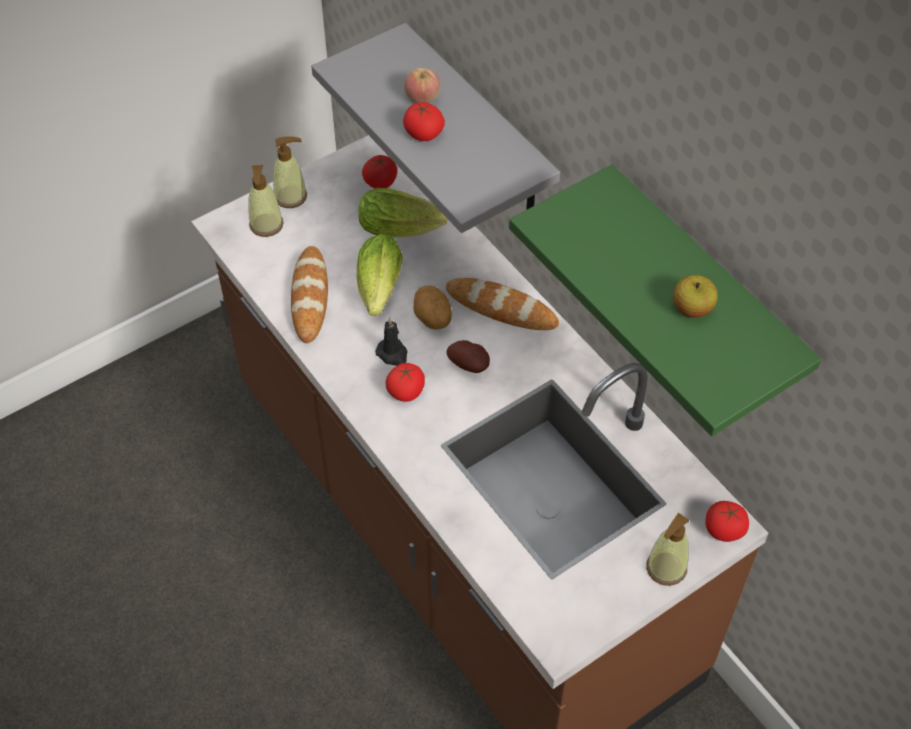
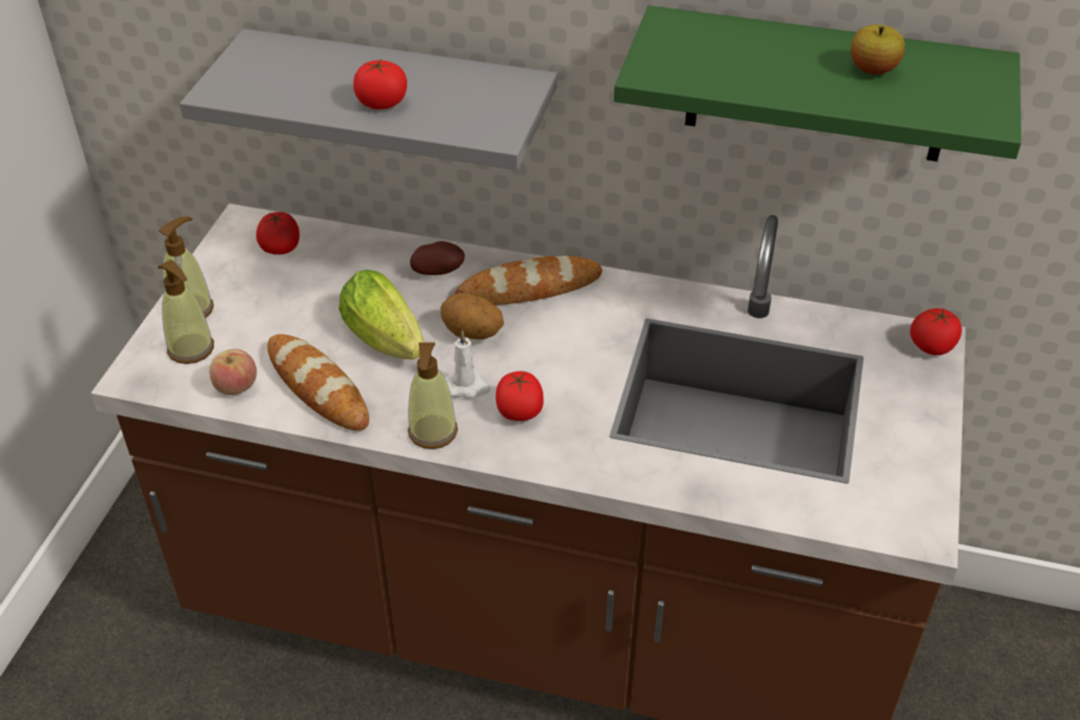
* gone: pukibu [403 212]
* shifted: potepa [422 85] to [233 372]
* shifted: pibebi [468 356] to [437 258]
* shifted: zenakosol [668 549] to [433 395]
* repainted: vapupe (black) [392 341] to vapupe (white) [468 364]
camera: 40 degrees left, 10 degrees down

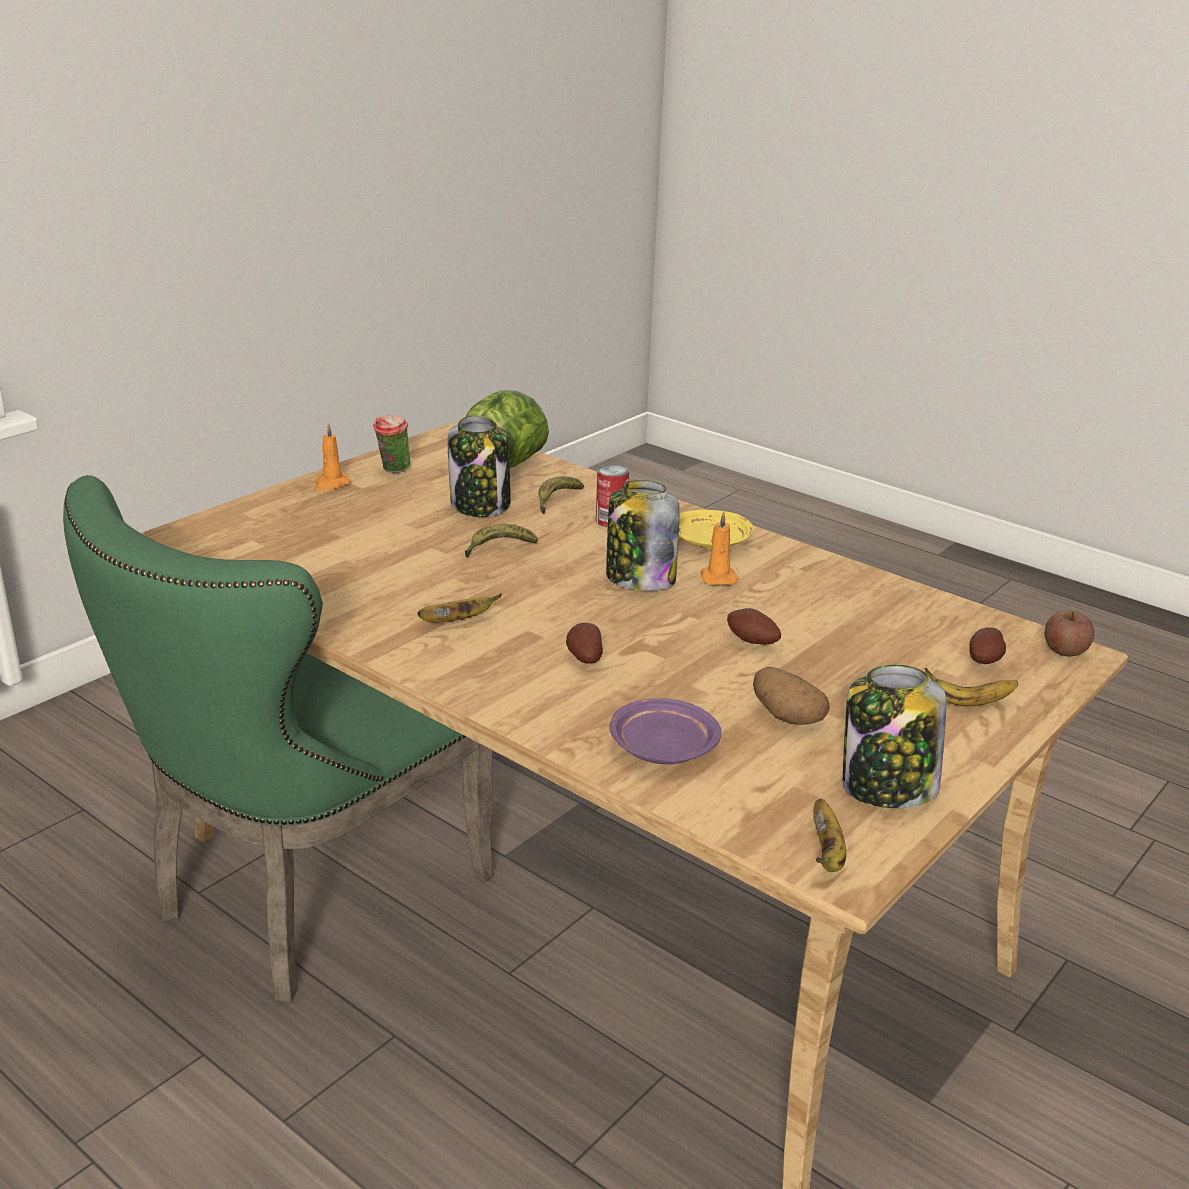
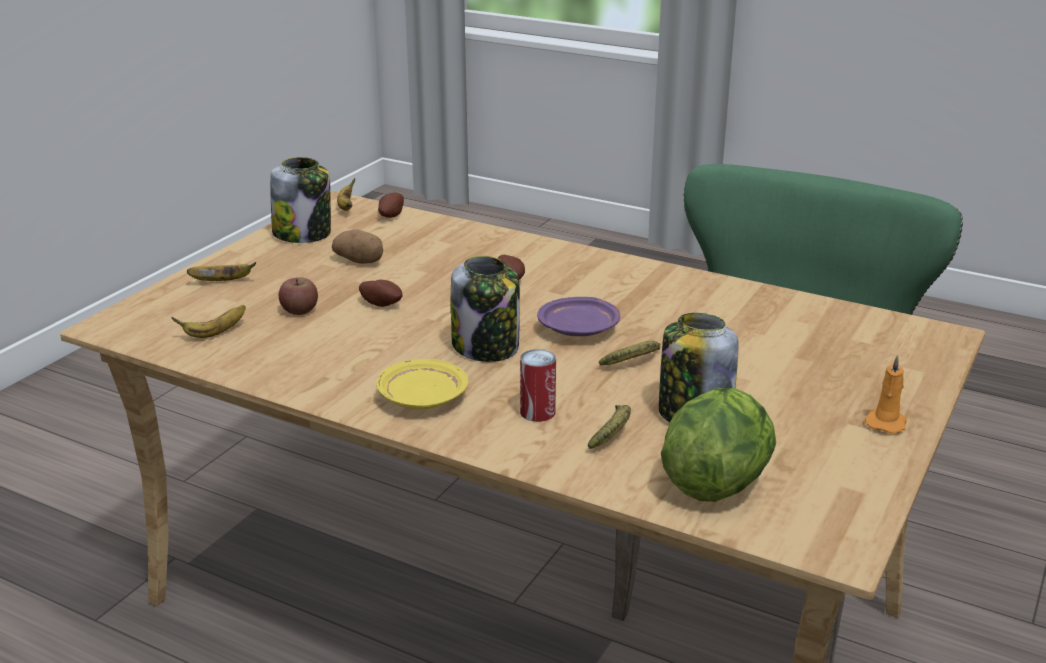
* gone: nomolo [392 444]
* gone: vapupe (orange) [719 548]
* shifted: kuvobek [459 608] to [208 321]
* shifted: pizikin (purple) [665 731] to [578 316]
* shifted: pibebi [987 645] to [391 205]
* shifted: potepa [1069 633] to [298 296]
camera: 170 degrees right, 0 degrees up

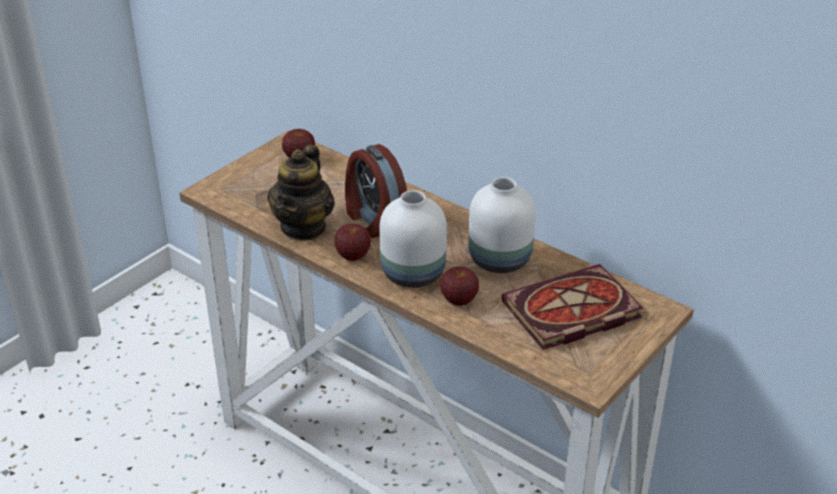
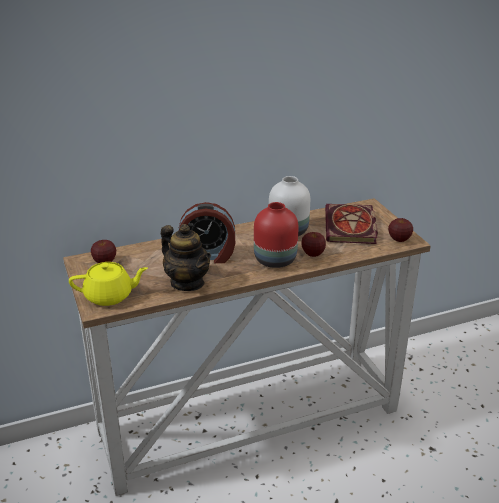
* new: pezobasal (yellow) [108 284]
* shifted: potepa [352 242] to [400 230]
* repainted: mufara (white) [413 239] to mufara (red) [276 235]
camera: 60 degrees left, 5 degrees down

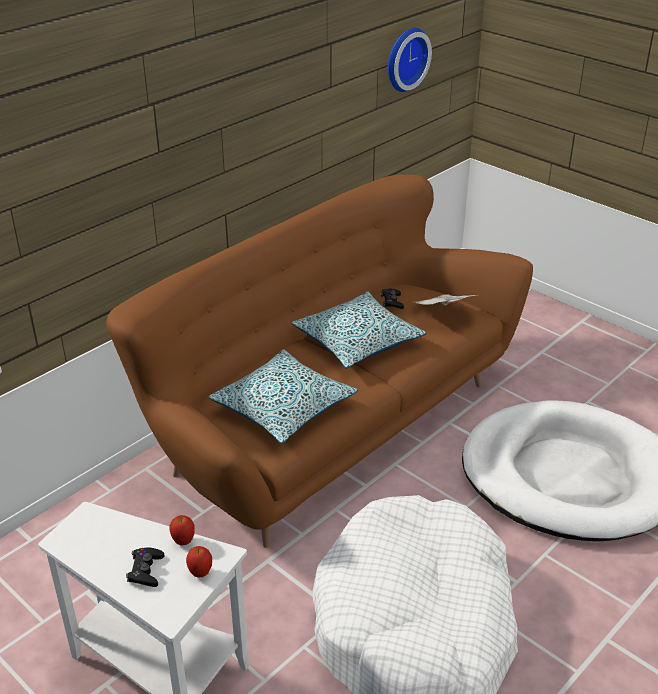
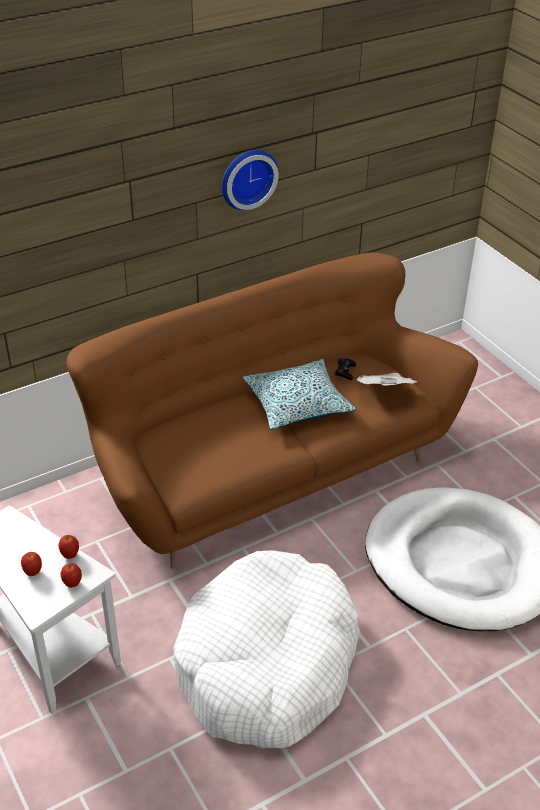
* gone: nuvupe [283 396]
* shifted: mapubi [410 60] to [250 180]
* swapped: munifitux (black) [145 567] to potepa [31 564]
camera: 15 degrees right, 5 degrees up

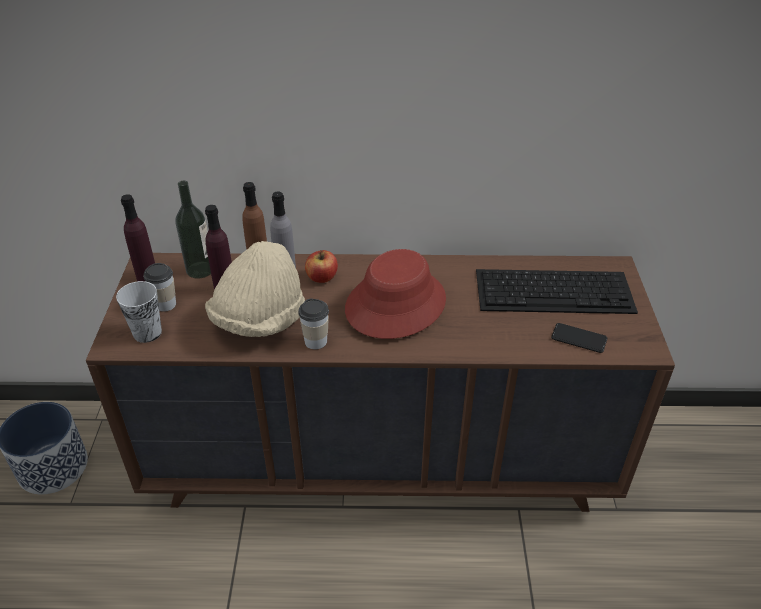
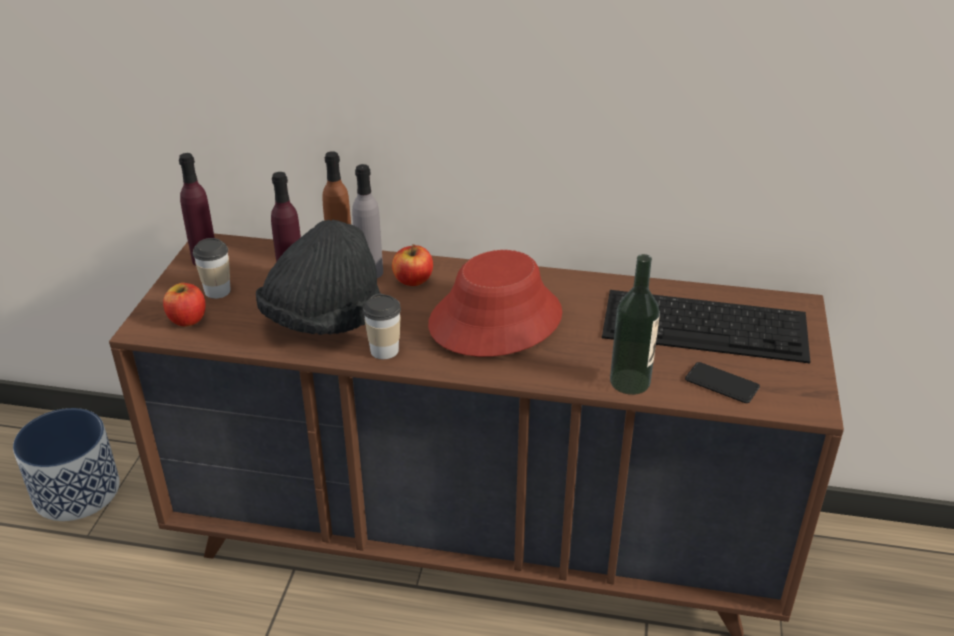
* shifted: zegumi [193 230] to [635 324]
* swapped: nomolo [139 312] to potepa [184 304]
* repainted: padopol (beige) [255 289] to padopol (black) [318 277]
camera: 10 degrees right, 5 degrees down

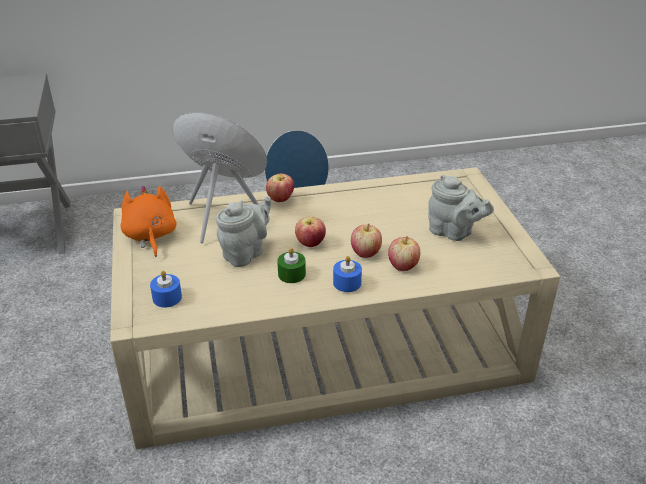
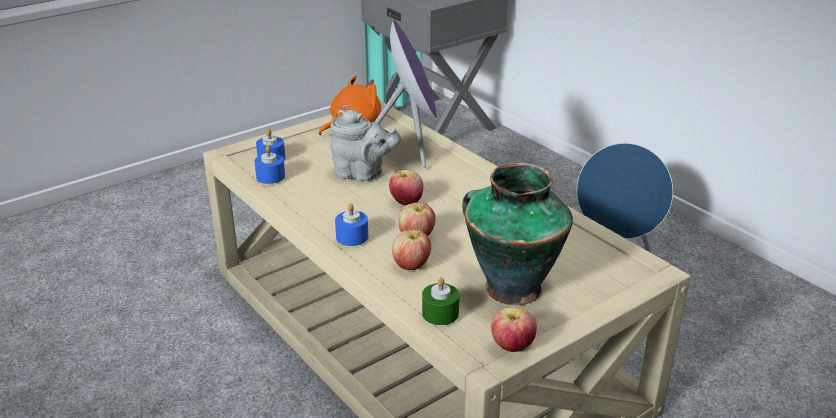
* new: vapupe (blue) [269 165]
* shifted: potepa [280 188] to [514 329]
* shifted: vapupe (green) [291 265] to [440 301]
* swapped: pezobasal (grey) [461 208] to mufara [517 234]
camera: 65 degrees right, 5 degrees down

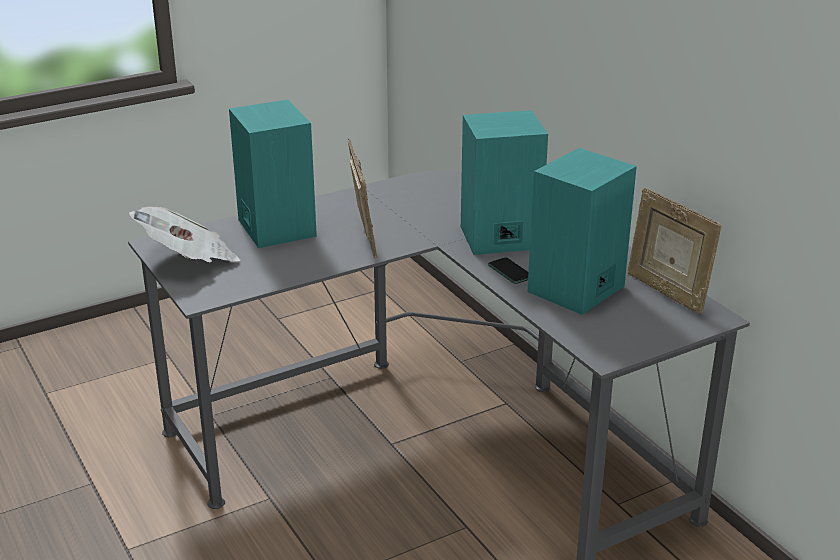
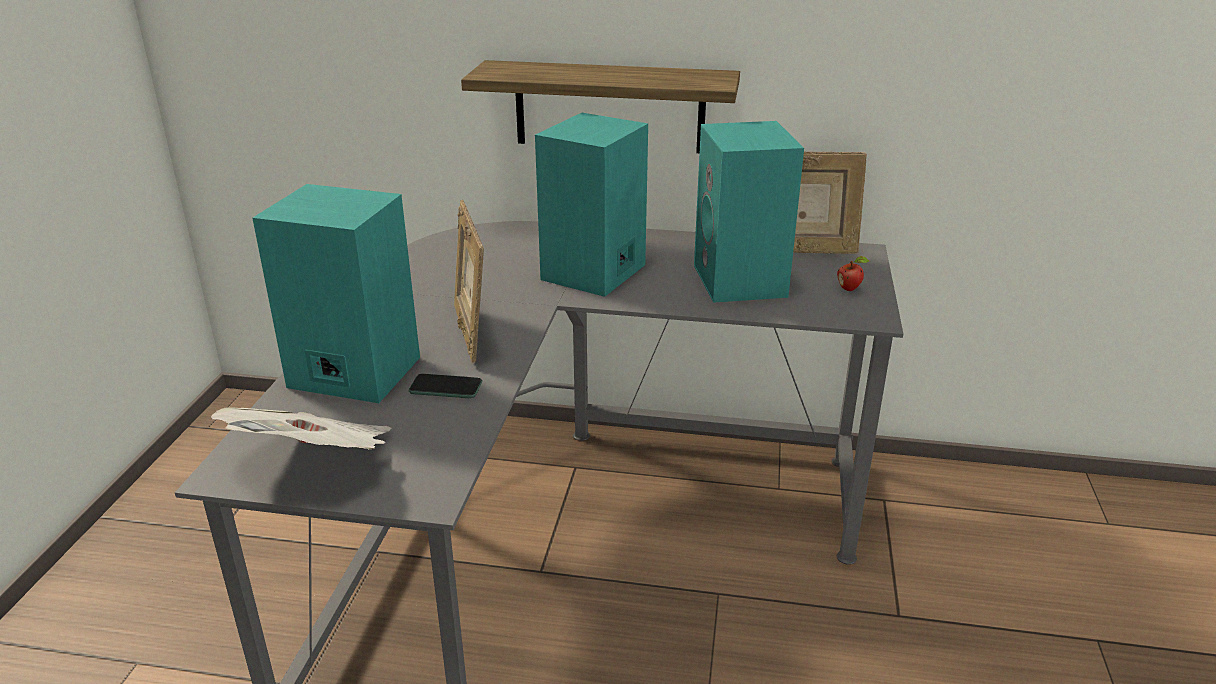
* new: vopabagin [600 106]
* new: potepa [853 273]
* shifted: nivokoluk [508 270] to [445 386]
* rotated: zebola [362 198] = [469 281] 135 degrees counterclockwise
camera: 50 degrees left, 0 degrees up

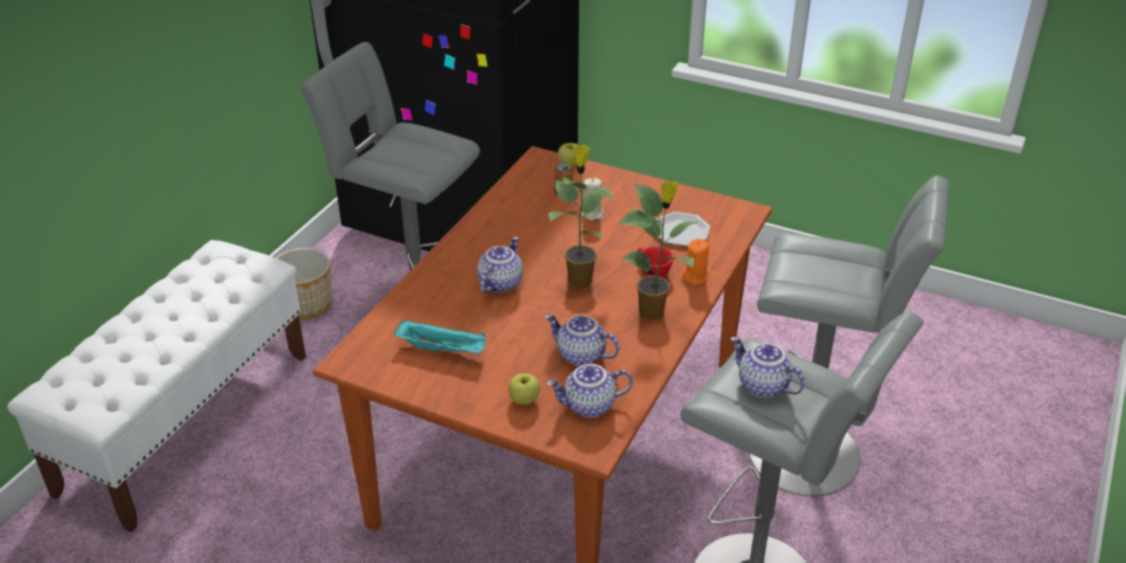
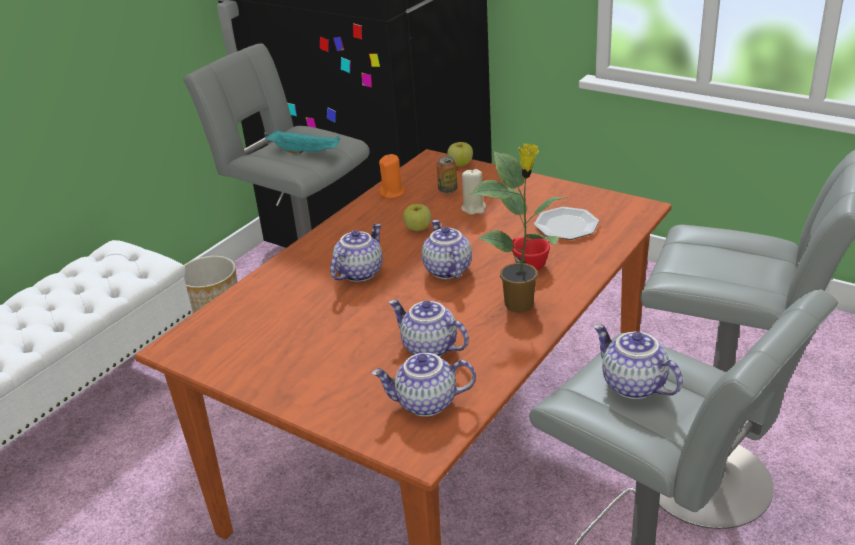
* shifted: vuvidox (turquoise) [440 336] to [302 142]
* shifted: potepa [524 389] to [417 217]
* shifted: vapupe (orange) [695 262] to [392 176]
* swapped: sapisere [581 216] to pezobasal [447 249]
camera: 10 degrees right, 5 degrees down

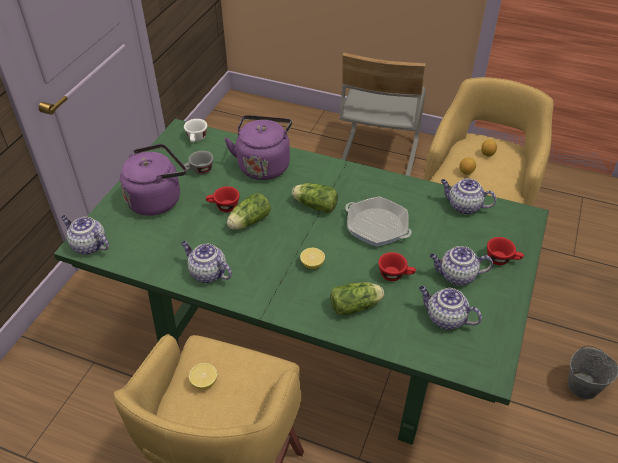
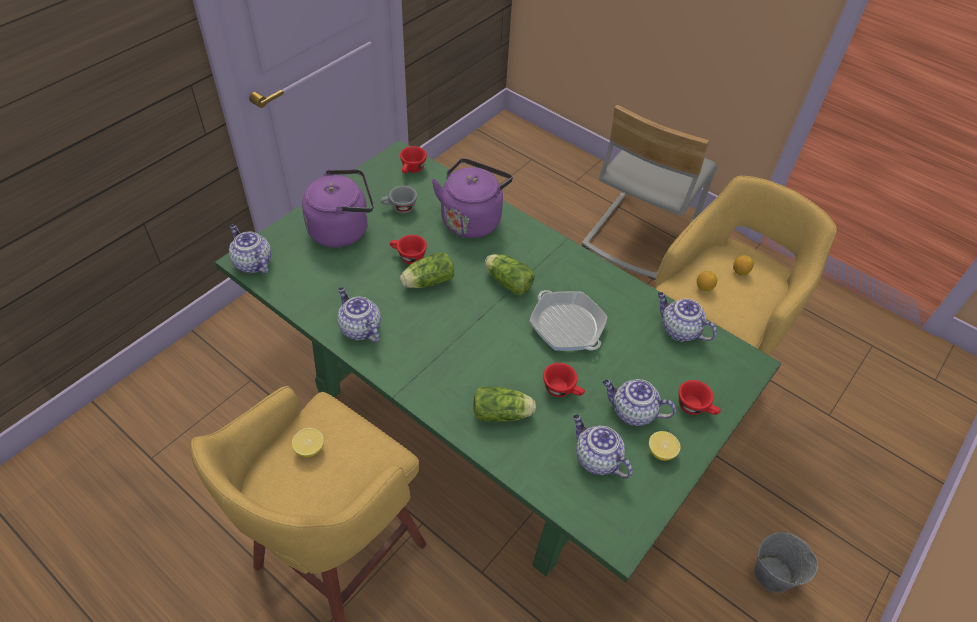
* shifted: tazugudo [312 258] to [665 446]
* repainted: nomolo (white) [195 131] to nomolo (red) [413 160]
camera: 15 degrees right, 5 degrees up

